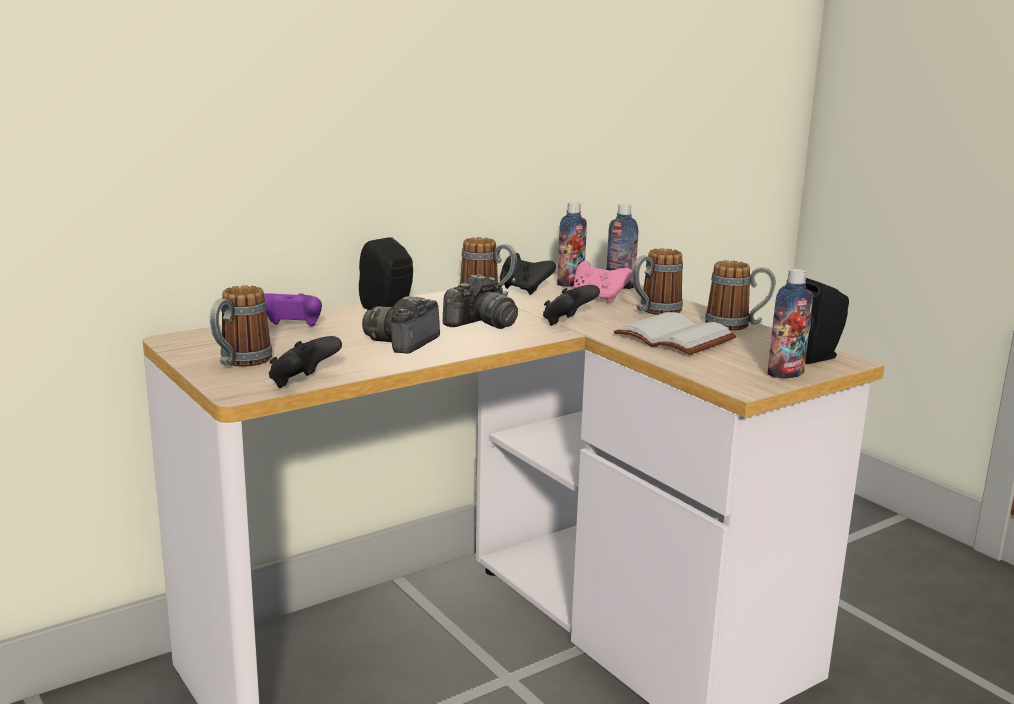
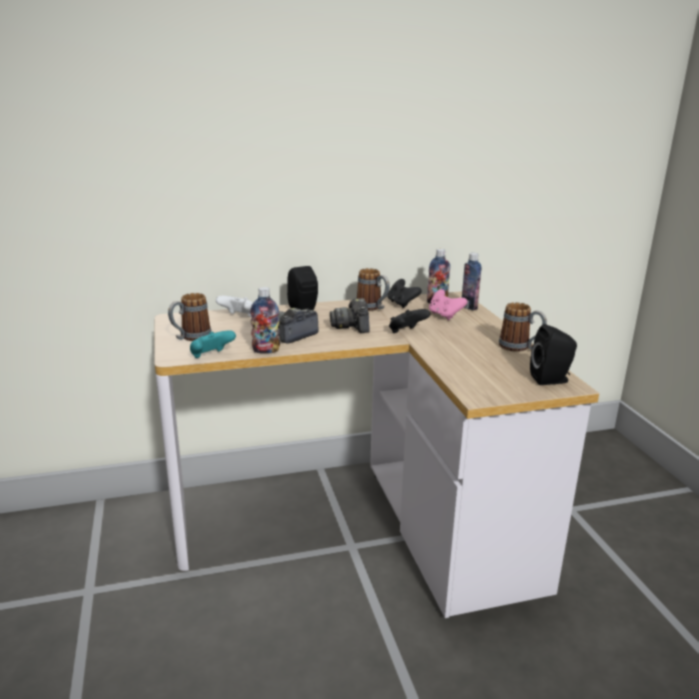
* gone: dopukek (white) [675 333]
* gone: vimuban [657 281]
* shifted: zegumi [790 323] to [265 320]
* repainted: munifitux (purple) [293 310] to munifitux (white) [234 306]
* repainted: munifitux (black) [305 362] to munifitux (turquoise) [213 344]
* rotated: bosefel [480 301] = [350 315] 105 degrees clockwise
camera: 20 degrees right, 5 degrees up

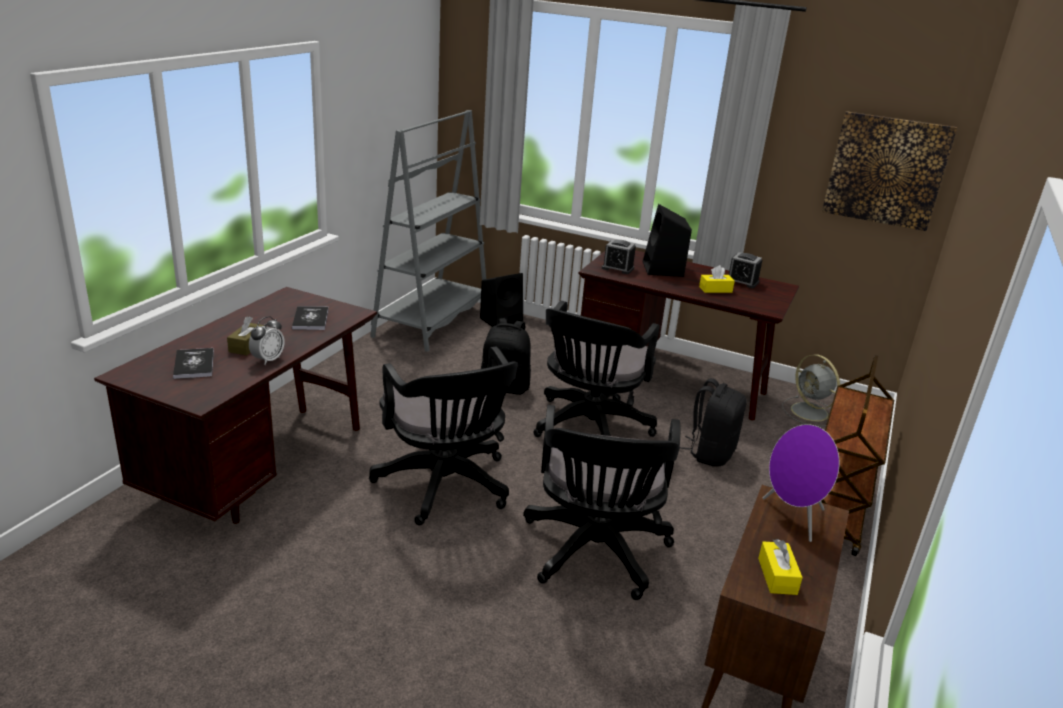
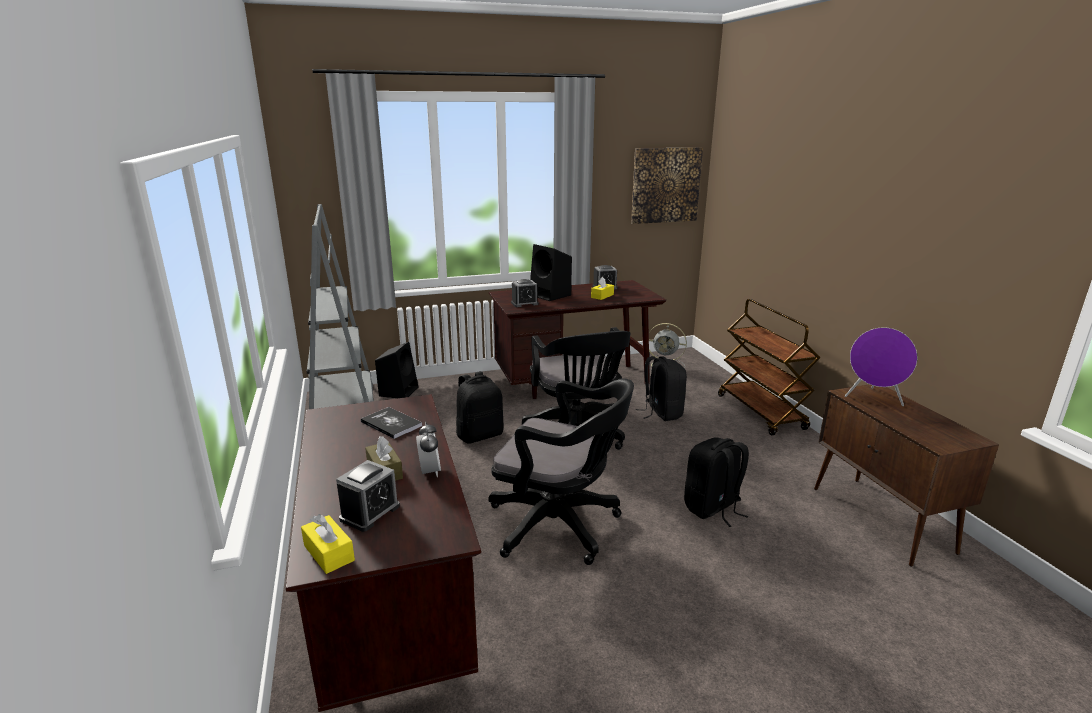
* shifted: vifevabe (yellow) [780 567] to [328 544]
* swapped: dopukek [193 363] to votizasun [368 496]
* swapped: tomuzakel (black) [601 502] to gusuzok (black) [716 482]
camera: 40 degrees left, 5 degrees down

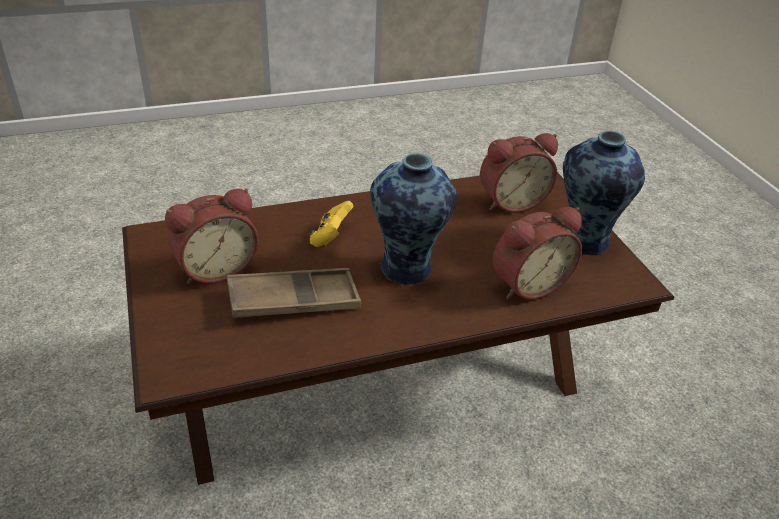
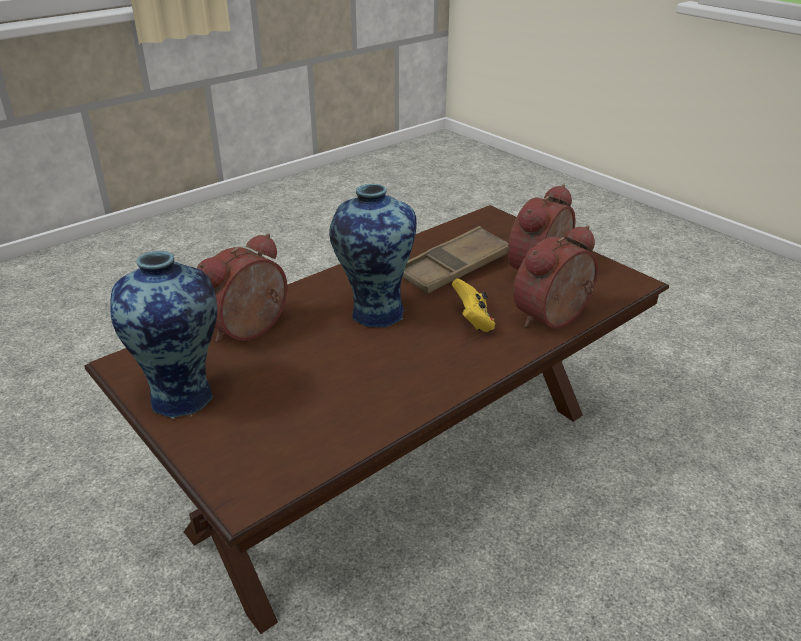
* shifted: votizasun [519 173] to [555 276]
camera: 160 degrees right, 5 degrees down

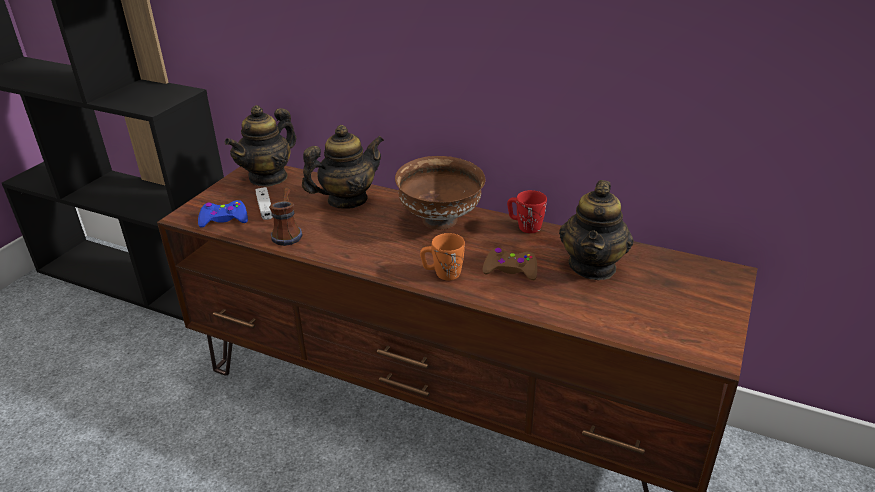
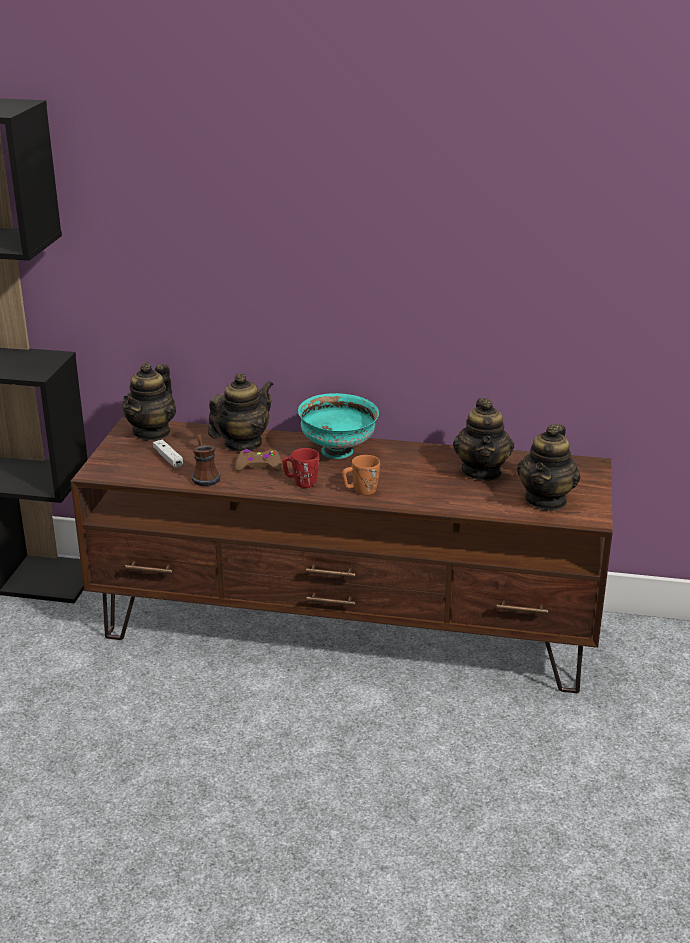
* gone: munifitux (blue) [223 214]
* new: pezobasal [548 467]
* shifted: munifitux (brown) [510 264] to [258 460]
* shifted: vimuban (red) [527 211] to [300 468]
* repainted: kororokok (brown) [440 193] to kororokok (turquoise) [338 426]
camera: 15 degrees left, 5 degrees down

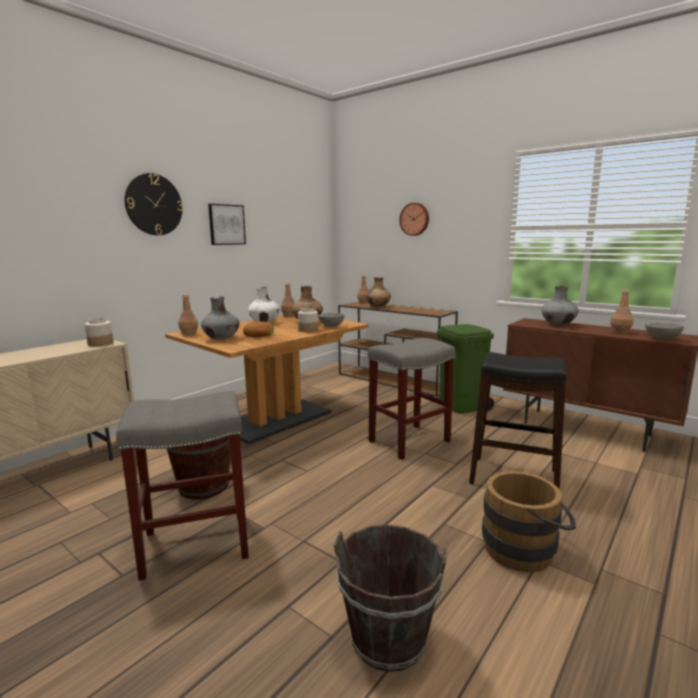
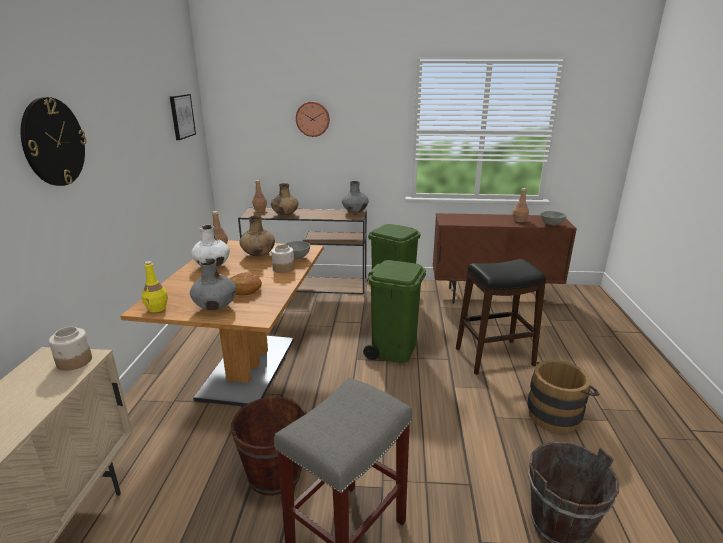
* shifted: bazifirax [227 224] to [183 117]
* shifted: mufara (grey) [560 305] to [355 197]
* swapped: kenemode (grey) [411 399] to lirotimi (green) [394 311]
* repainted: zegumi (brown) [188 315] to zegumi (yellow) [155 287]
camera: 35 degrees left, 10 degrees up

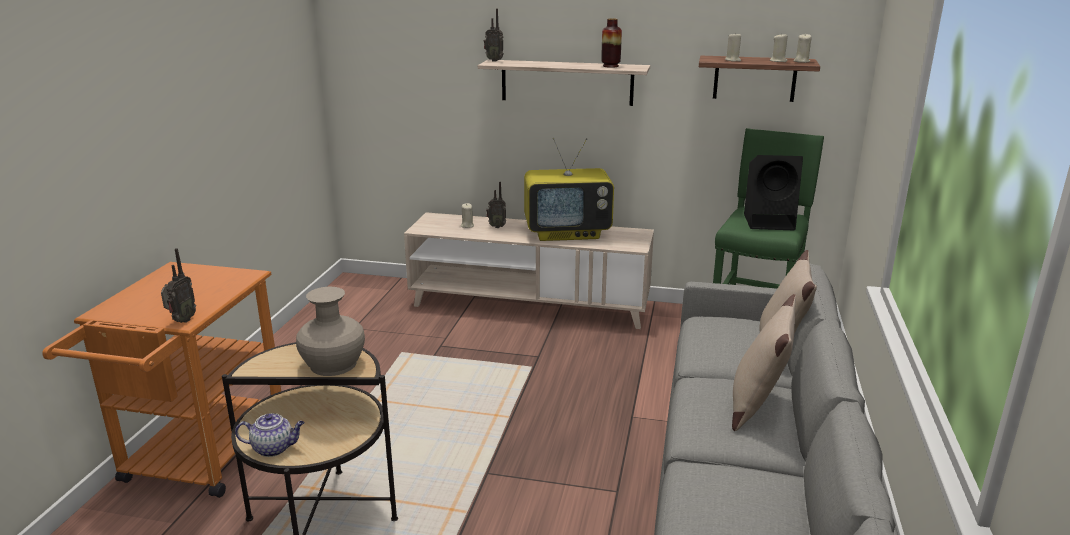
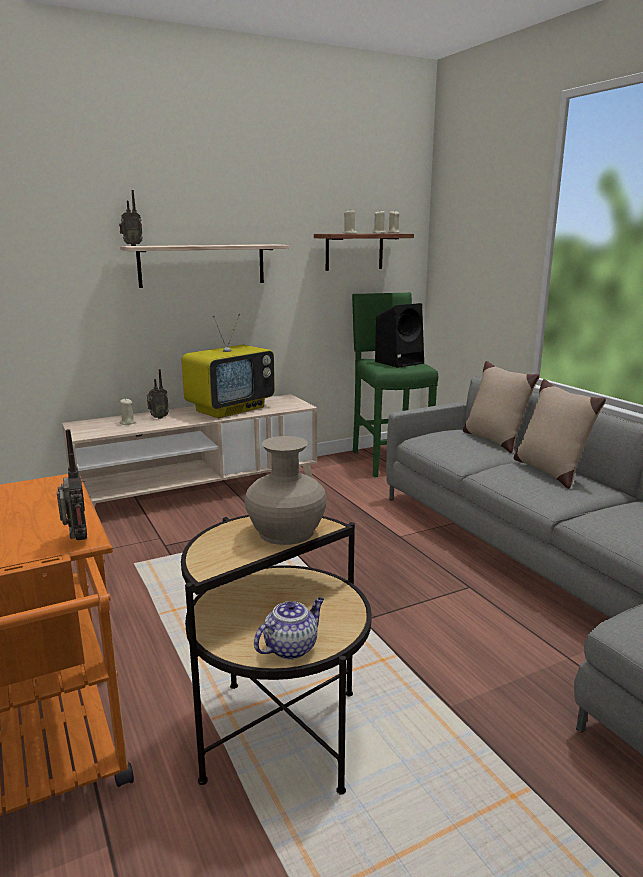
* gone: mufara [611 43]
camera: 40 degrees left, 5 degrees down

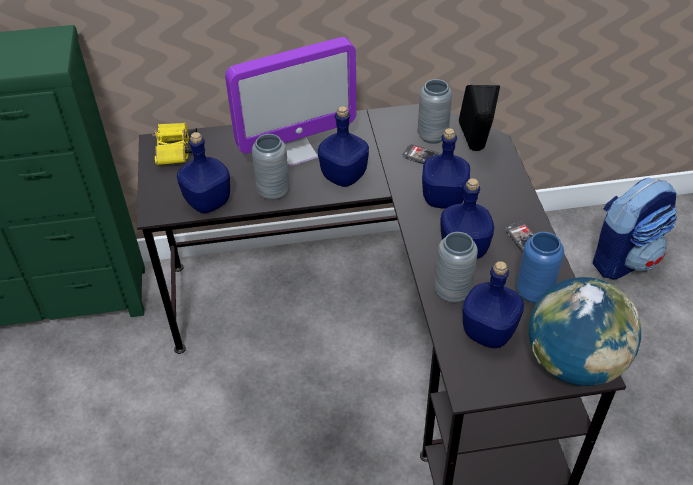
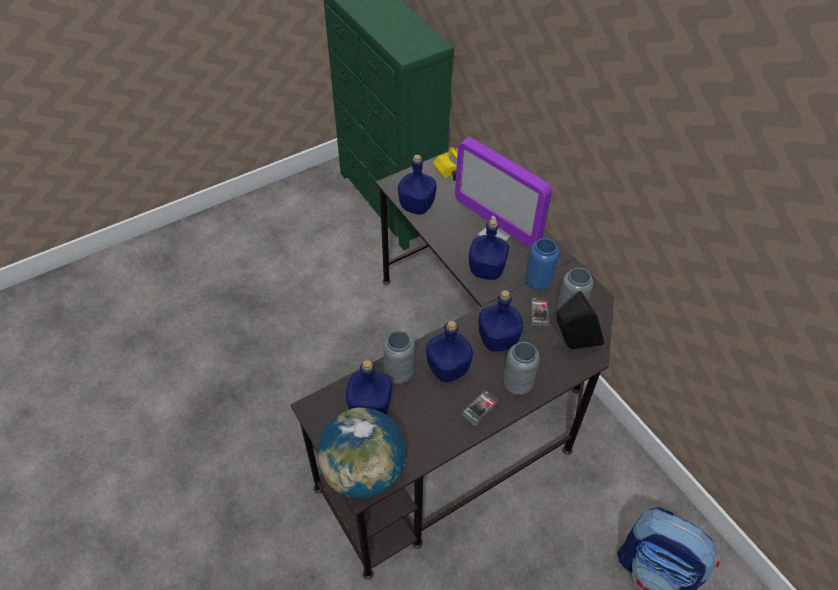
* shifted: mufara (grey) [271 167] to [521 368]
* shifted: mufara (blue) [540 267] to [542 264]
camera: 65 degrees right, 5 degrees up

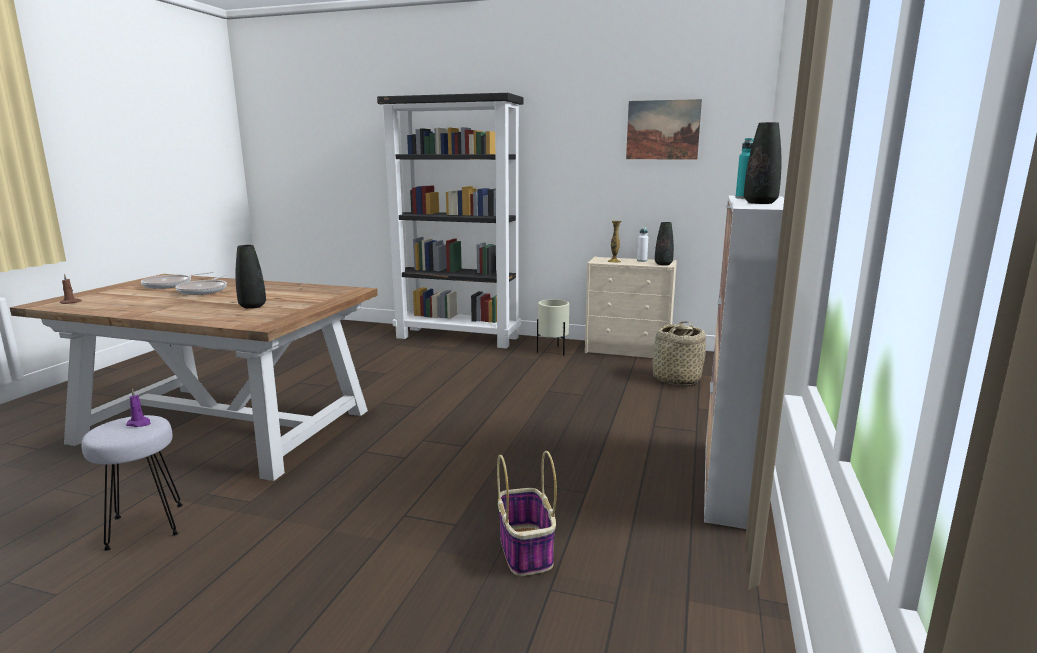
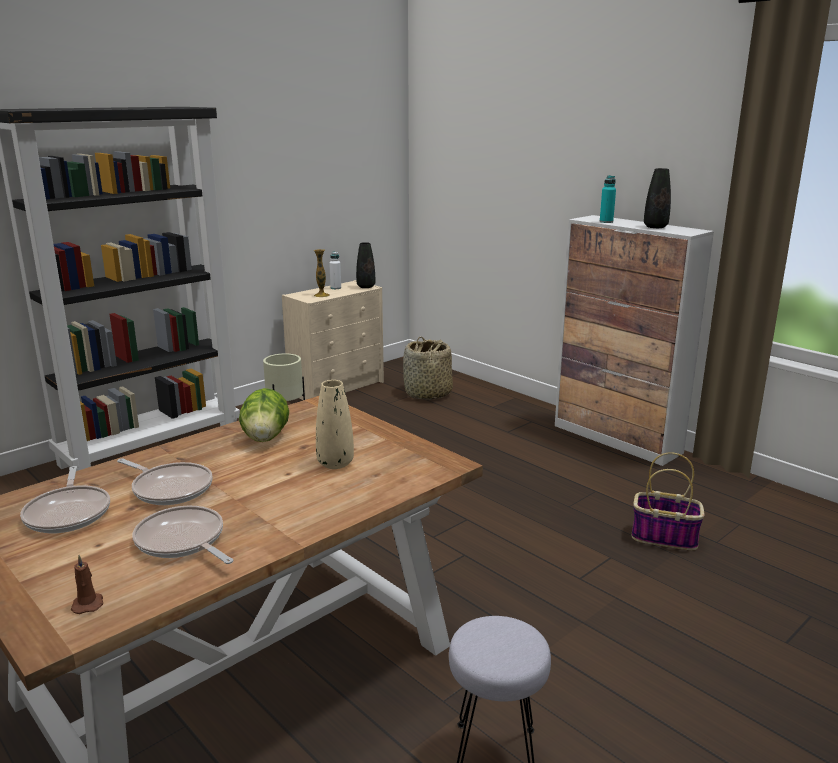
* gone: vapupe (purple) [138 408]
* gone: bazifirax [664 129]
* new: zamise [183 535]
* new: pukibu [264 415]
* repainted: mufara (black) [251 277] to mufara (beige) [335 424]
camera: 60 degrees left, 5 degrees up

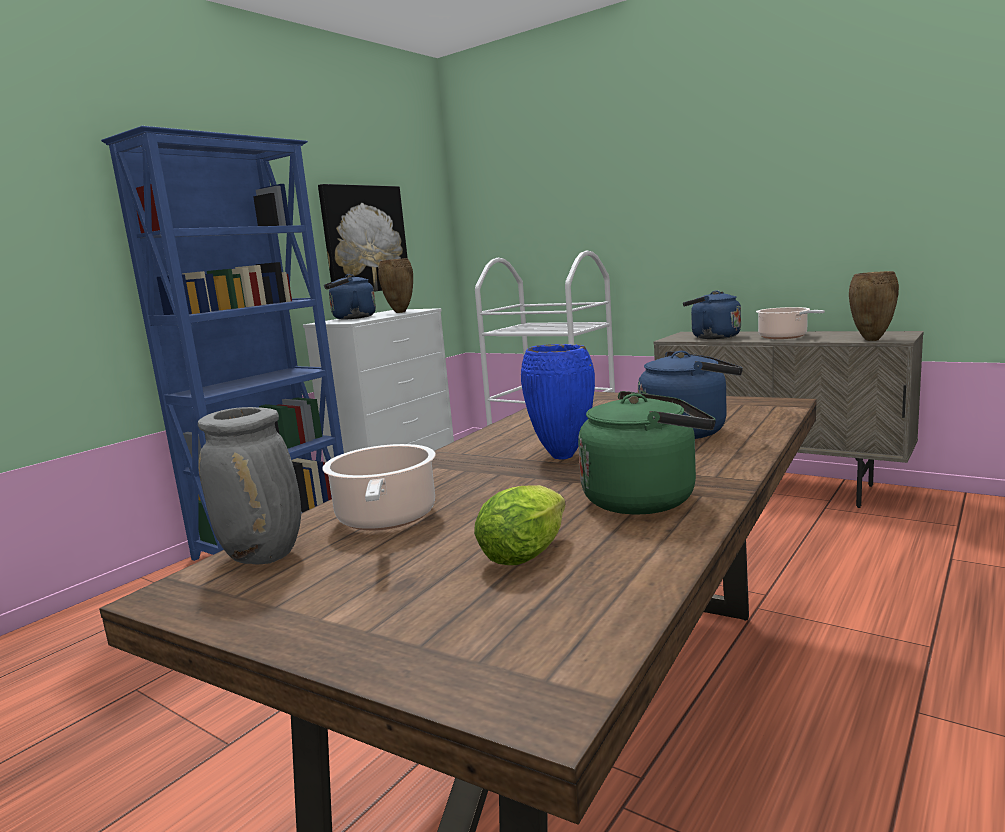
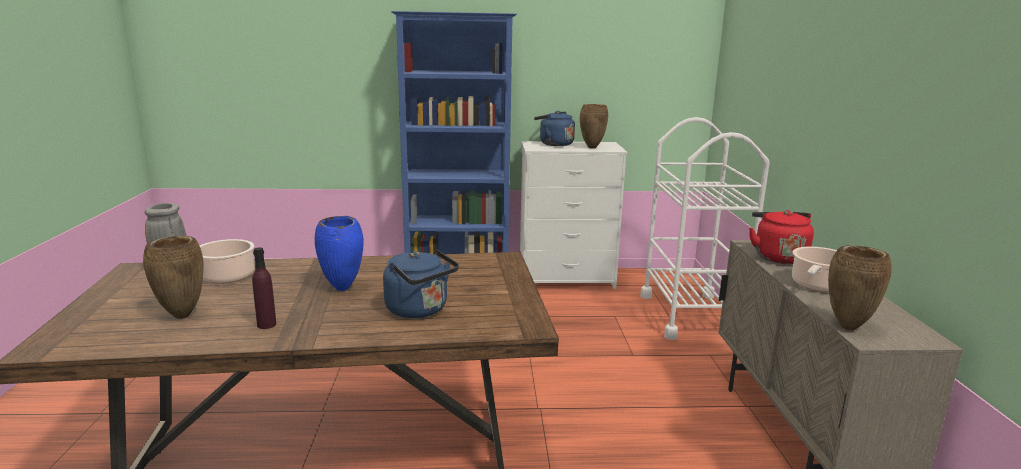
* gone: bazifirax [363 238]
* swapped: pukibu [520 525] to mufara (brown) [173 277]
* swapped: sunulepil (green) [647 453] to zegumi (purple) [264 288]
* repainted: sunulepil (blue) [712 314] to sunulepil (red) [781 237]
camera: 50 degrees right, 5 degrees up

